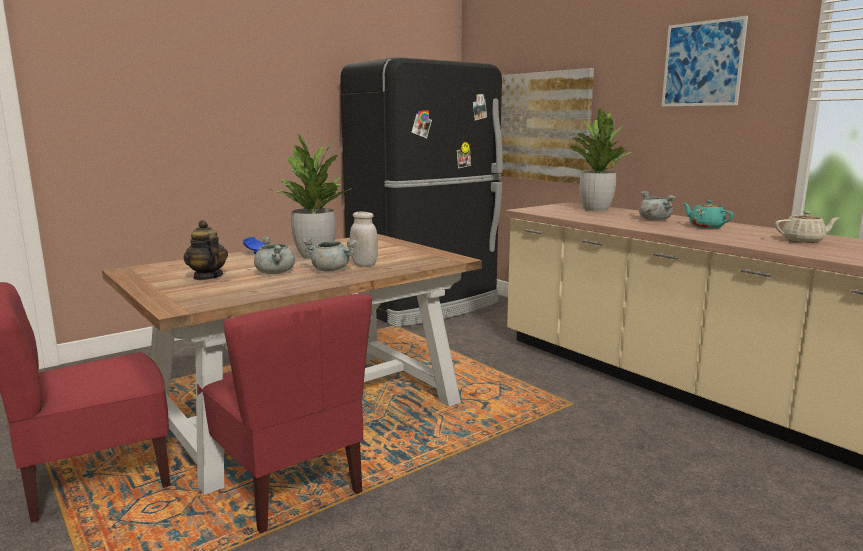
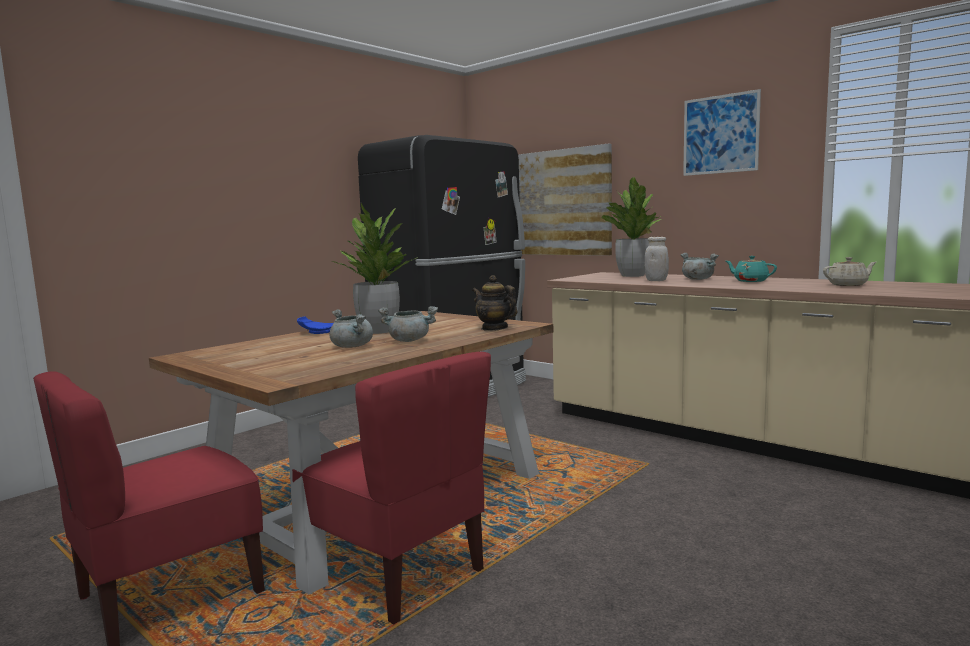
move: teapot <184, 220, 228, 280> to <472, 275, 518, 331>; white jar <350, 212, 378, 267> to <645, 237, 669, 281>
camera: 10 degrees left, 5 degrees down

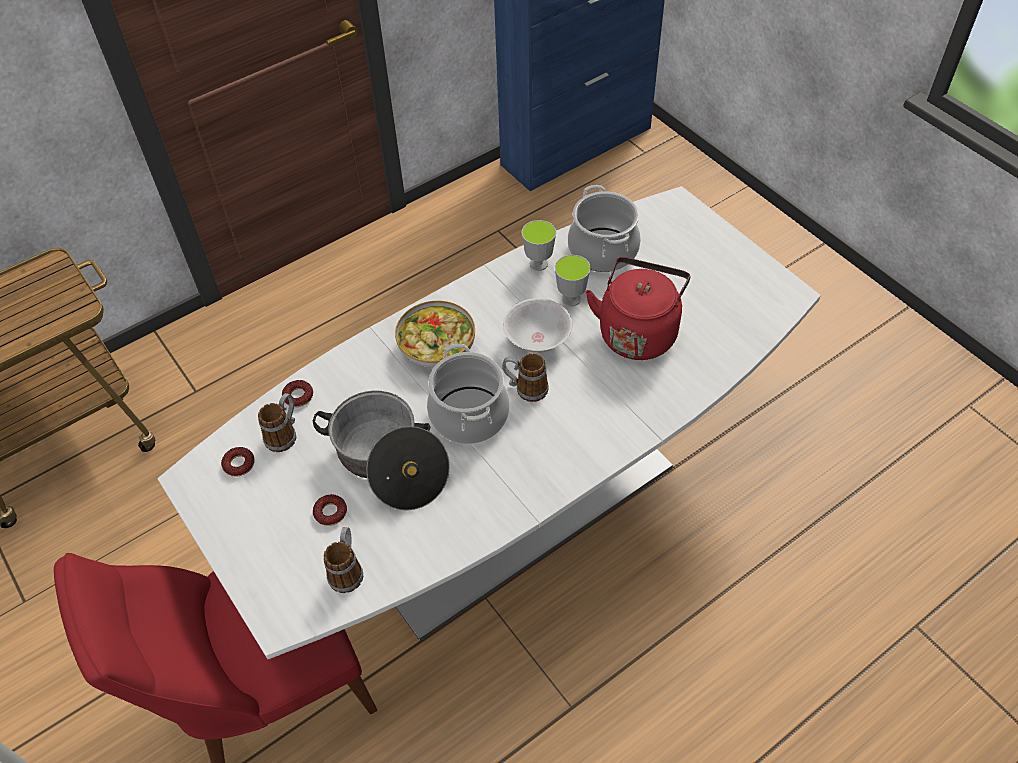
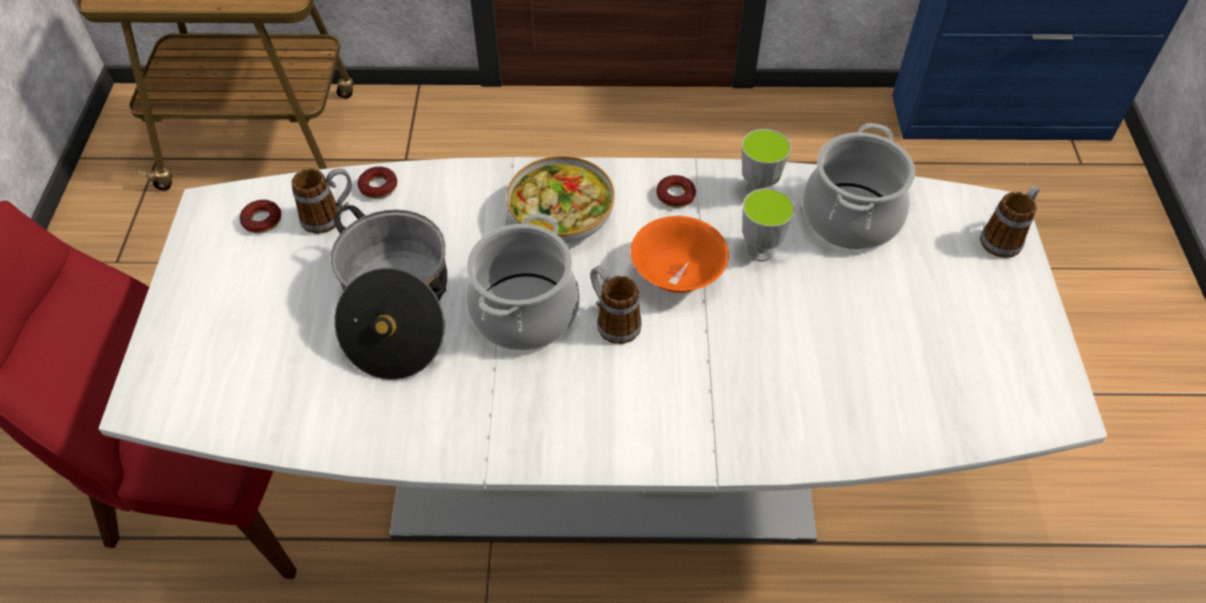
delete: red kettle <585, 257, 690, 360>
move: donut <313, 494, 347, 526> to <656, 175, 696, 208>; mug <324, 527, 363, 593> to <980, 185, 1040, 258>
recolor: white bowl <503, 298, 572, 353> to orange bowl <631, 216, 729, 293>
camera: 35 degrees right, 0 degrees up

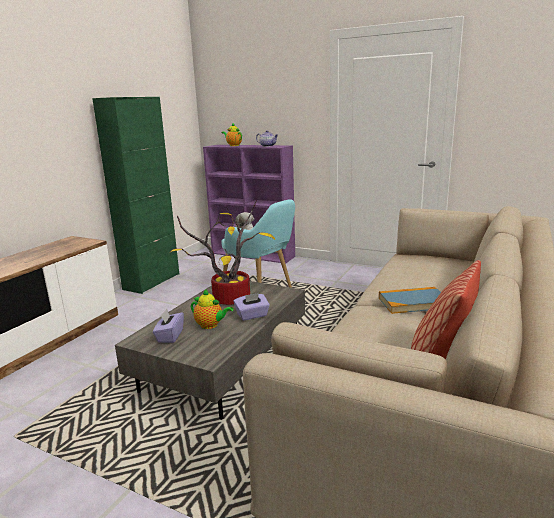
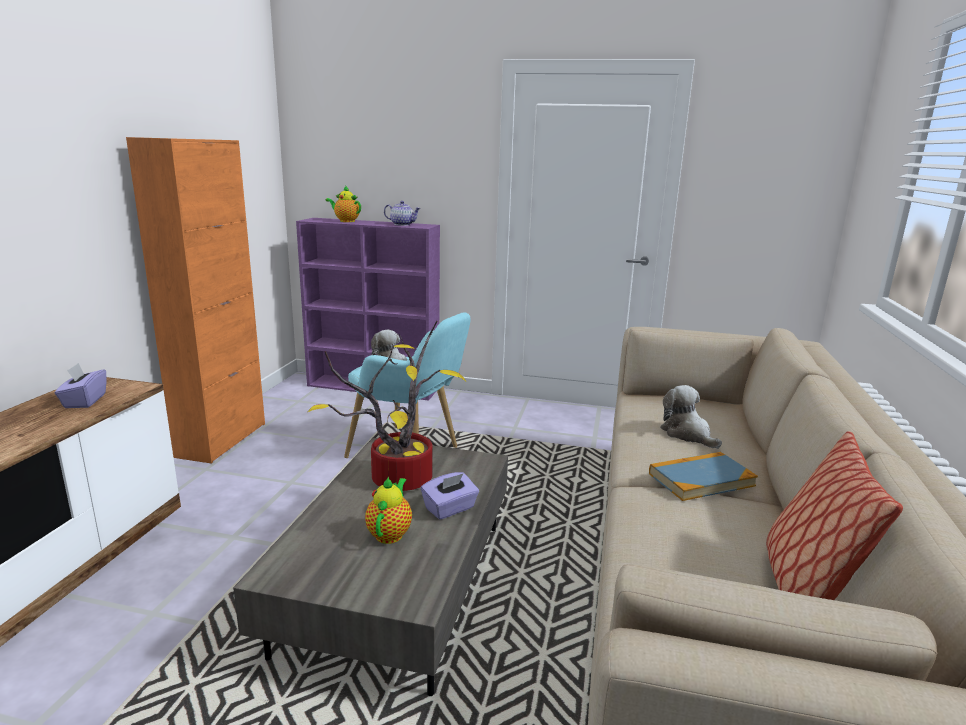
insert: plush toy <660, 385, 722, 449>
move: purple tissue box <153, 309, 184, 343> to <55, 363, 106, 408>
recolor: green cabinet <92, 97, 179, 294> to orange cabinet <126, 137, 265, 464>
rotate: teapot <191, 290, 233, 329> = <365, 477, 412, 544> 90 degrees counterclockwise
camera: 15 degrees left, 0 degrees up

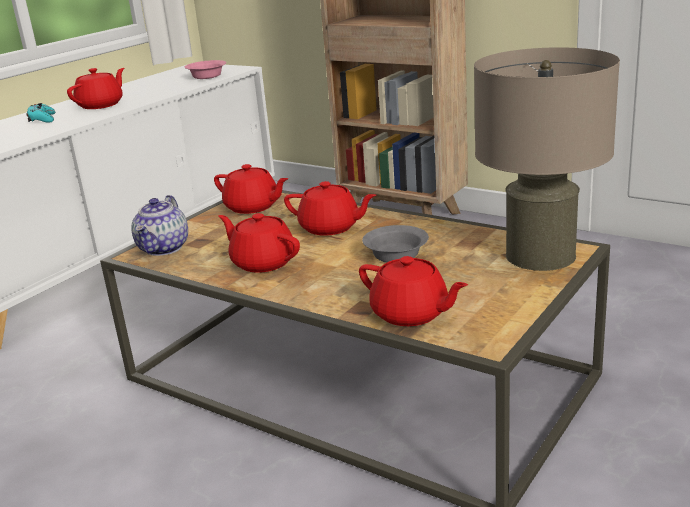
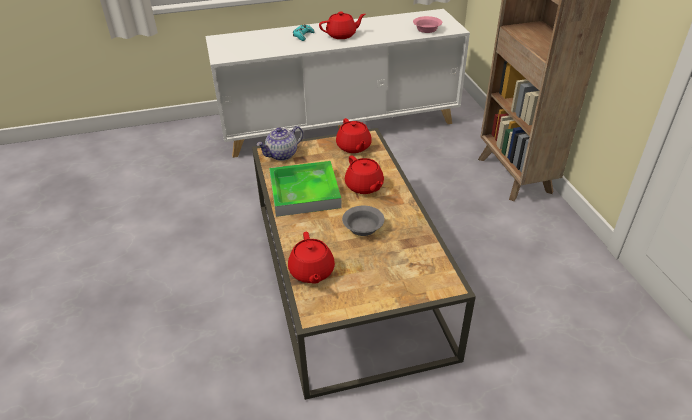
delete: beige table lamp <474, 47, 620, 271>
replace: red teapot <219, 213, 300, 273> to tray <269, 161, 342, 217>
camera: 40 degrees right, 15 degrees up

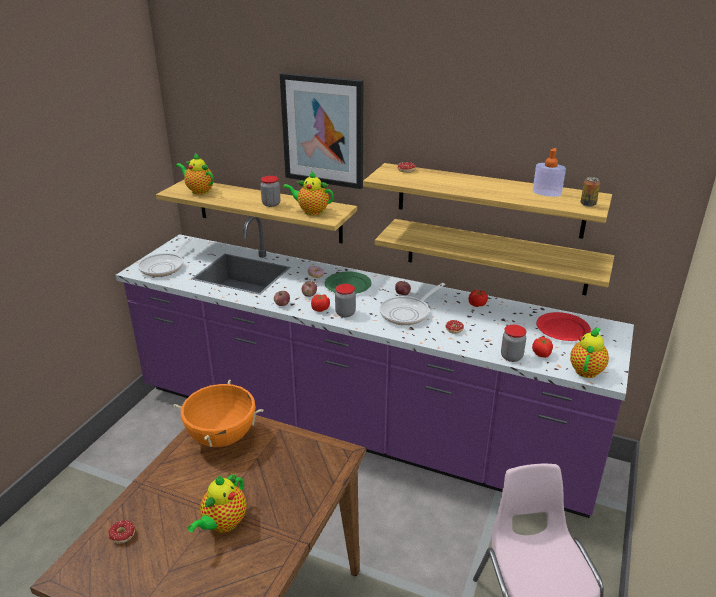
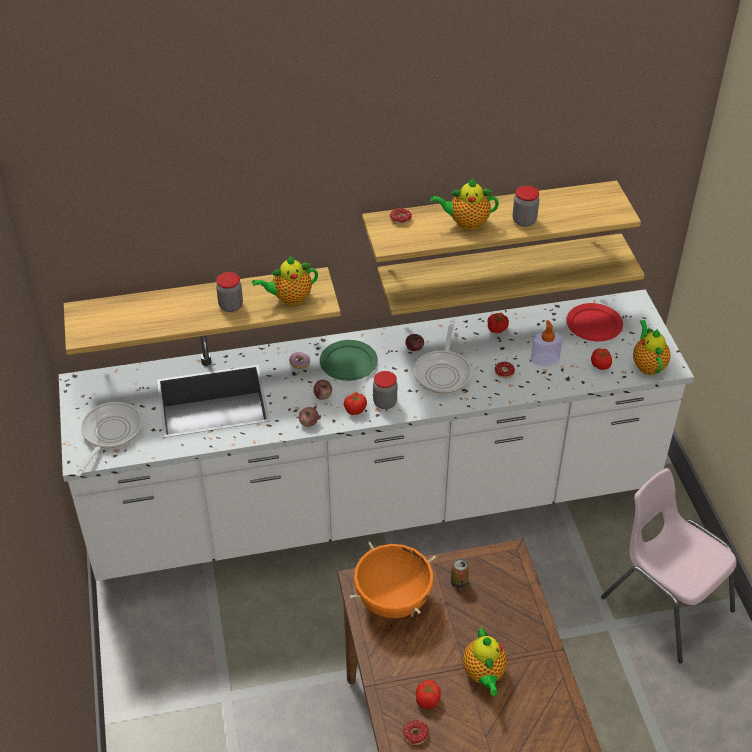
delete: picture <280, 73, 363, 189>
insert: tomato <416, 680, 441, 709>
move: teapot <176, 153, 214, 195> to <430, 178, 499, 230>; can <580, 177, 600, 207> to <451, 558, 469, 588>; jar <501, 325, 526, 362> to <513, 186, 539, 227>; soap dispenser <533, 148, 566, 197> to <531, 320, 563, 366>
recolor: purple counter <116, 216, 634, 518> to white counter <59, 289, 694, 581>
rotate: frying pan <138, 237, 193, 277> = <75, 402, 142, 477> 150 degrees counterclockwise
camera: 35 degrees left, 15 degrees up

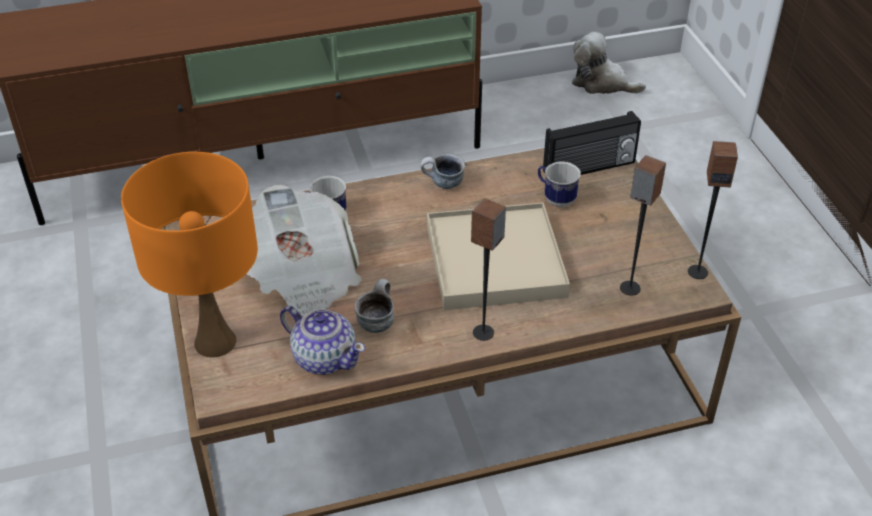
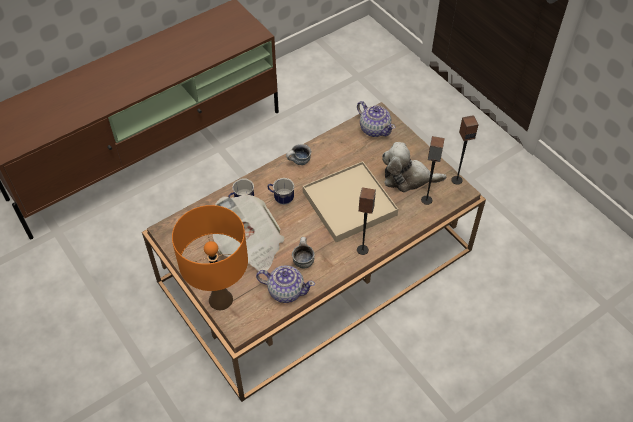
move: mug <538, 162, 581, 207> to <267, 178, 294, 205>; plush toy <572, 32, 646, 94> to <382, 142, 446, 192>
replace: radio <543, 111, 641, 175> to teapot <357, 101, 395, 137>
camera: 20 degrees left, 10 degrees up

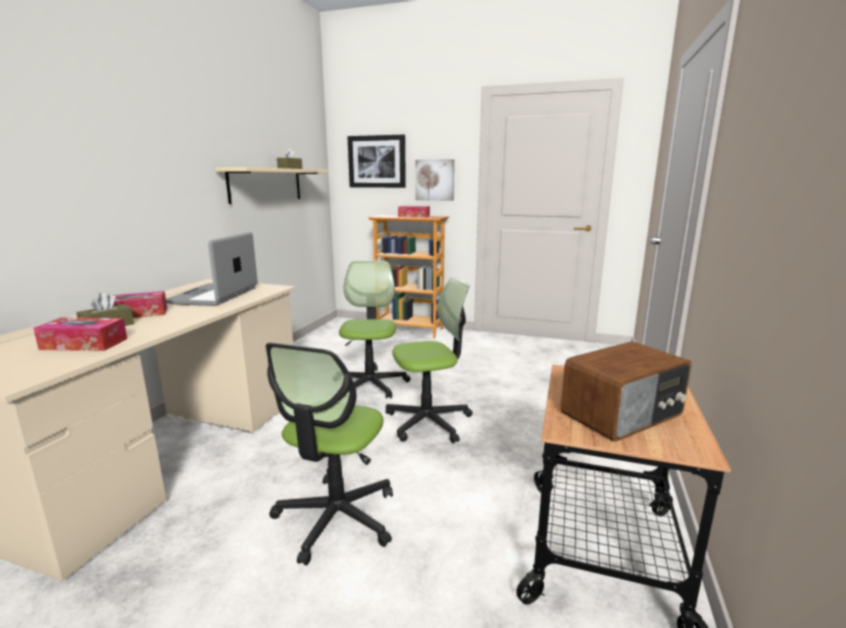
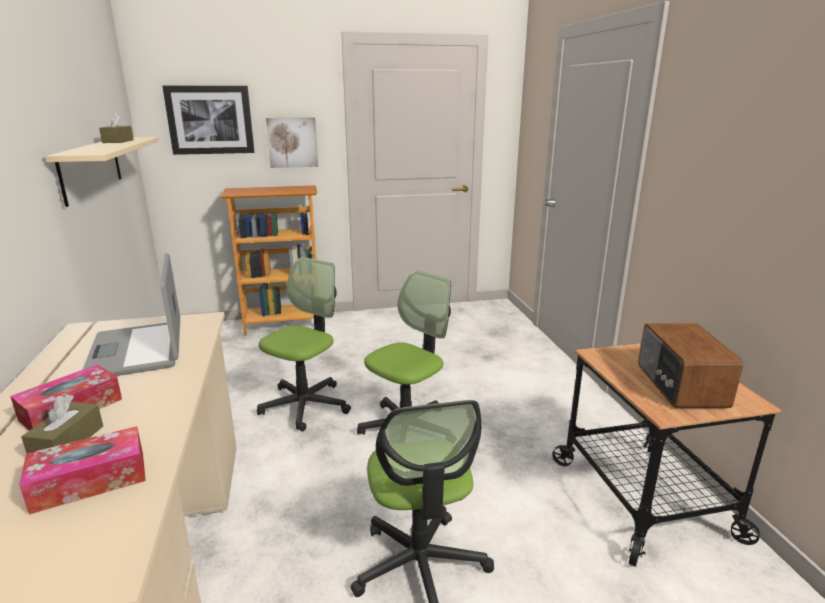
delete: tissue box <398, 206, 430, 217>
rotate: office chair <339, 261, 410, 398> = <257, 257, 351, 431> 60 degrees clockwise; radio <561, 341, 692, 442> = <638, 323, 743, 408> 150 degrees clockwise
camera: 30 degrees left, 5 degrees up

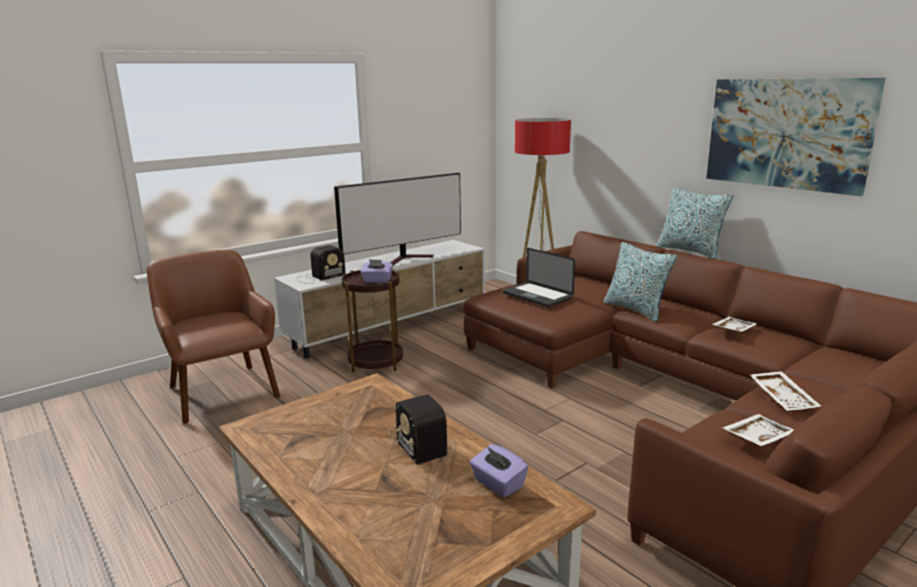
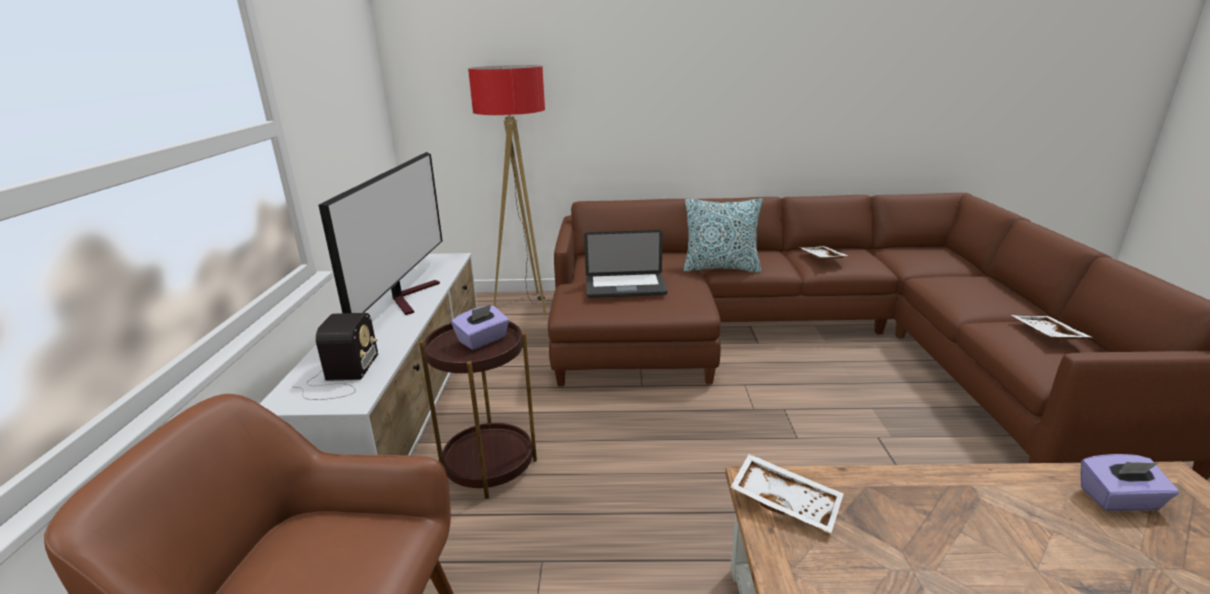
delete: radio <388, 394, 447, 465>; pillow <656, 187, 734, 259>; picture <706, 78, 885, 196>
move: white tray <750, 371, 821, 412> to <731, 454, 844, 534>
camera: 50 degrees left, 5 degrees up

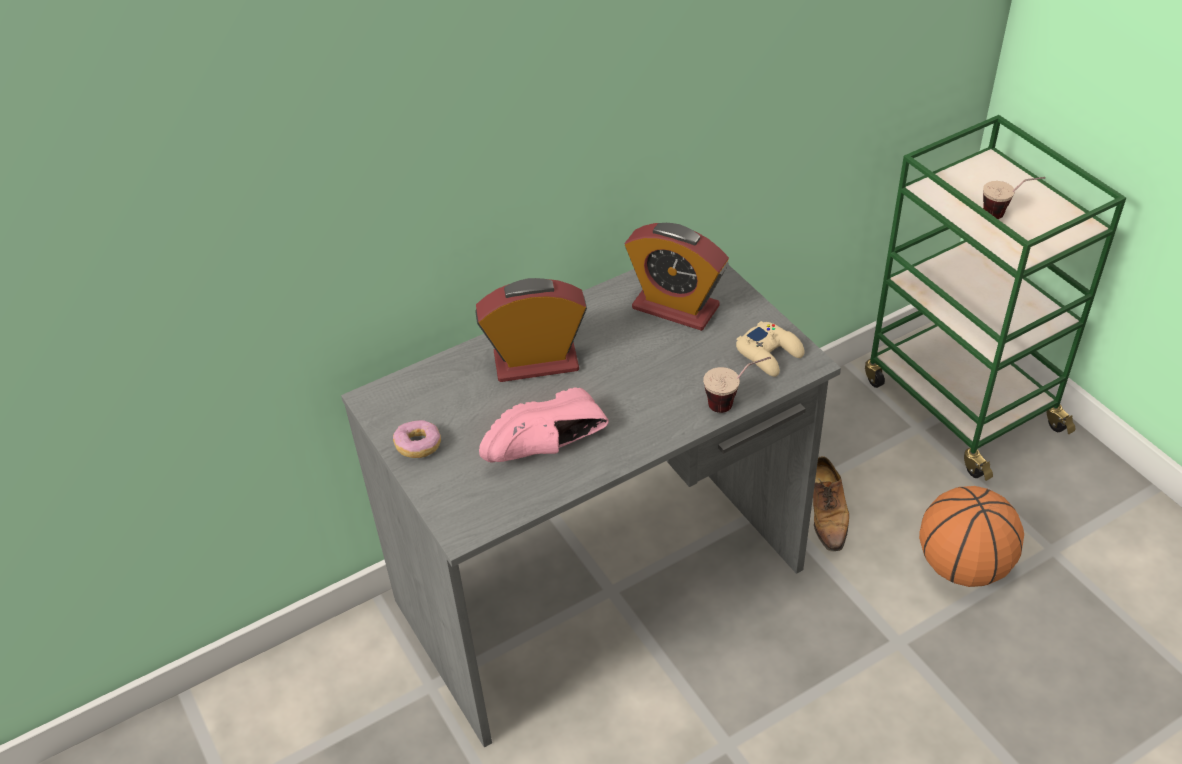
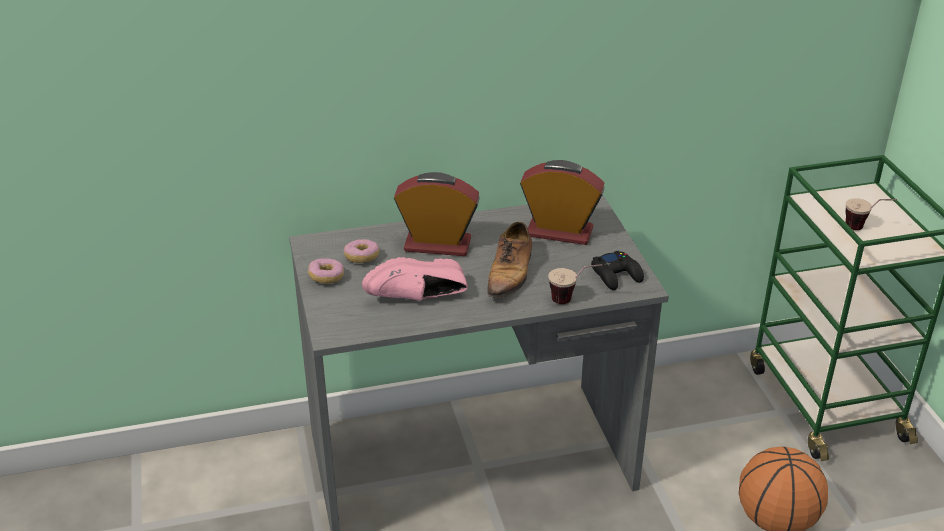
insert: donut <344, 239, 379, 263>
move: shoe <813, 456, 849, 552> to <487, 221, 532, 298>
recolor: beige game controller <736, 321, 804, 377> to black game controller <591, 251, 644, 290>
rotate: alarm clock <625, 223, 729, 331> = <520, 160, 605, 245> 150 degrees clockwise
camera: 15 degrees right, 10 degrees down

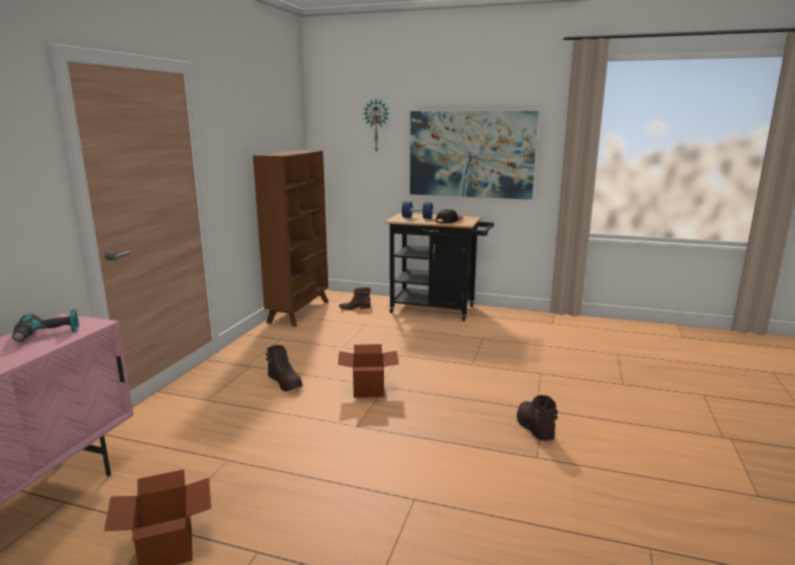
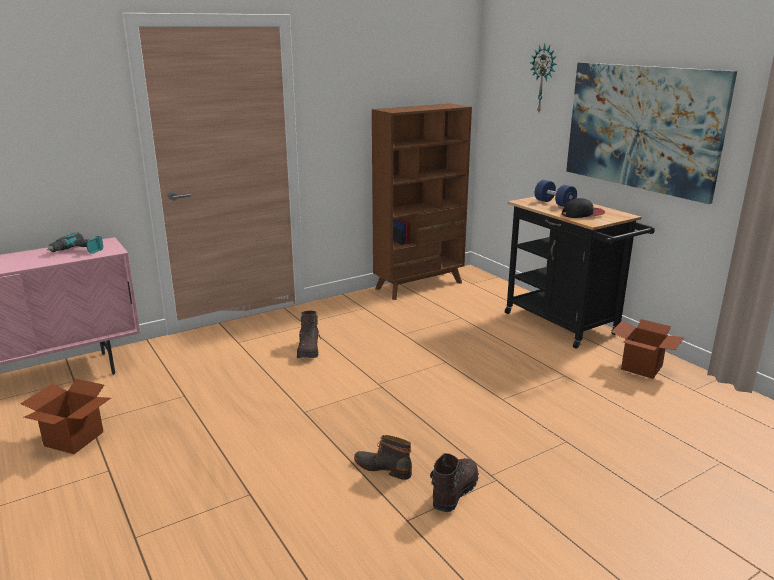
move: boot <339, 287, 371, 310> to <354, 435, 412, 480>; cardboard box <338, 344, 399, 398> to <611, 319, 684, 379>
camera: 40 degrees right, 5 degrees up

